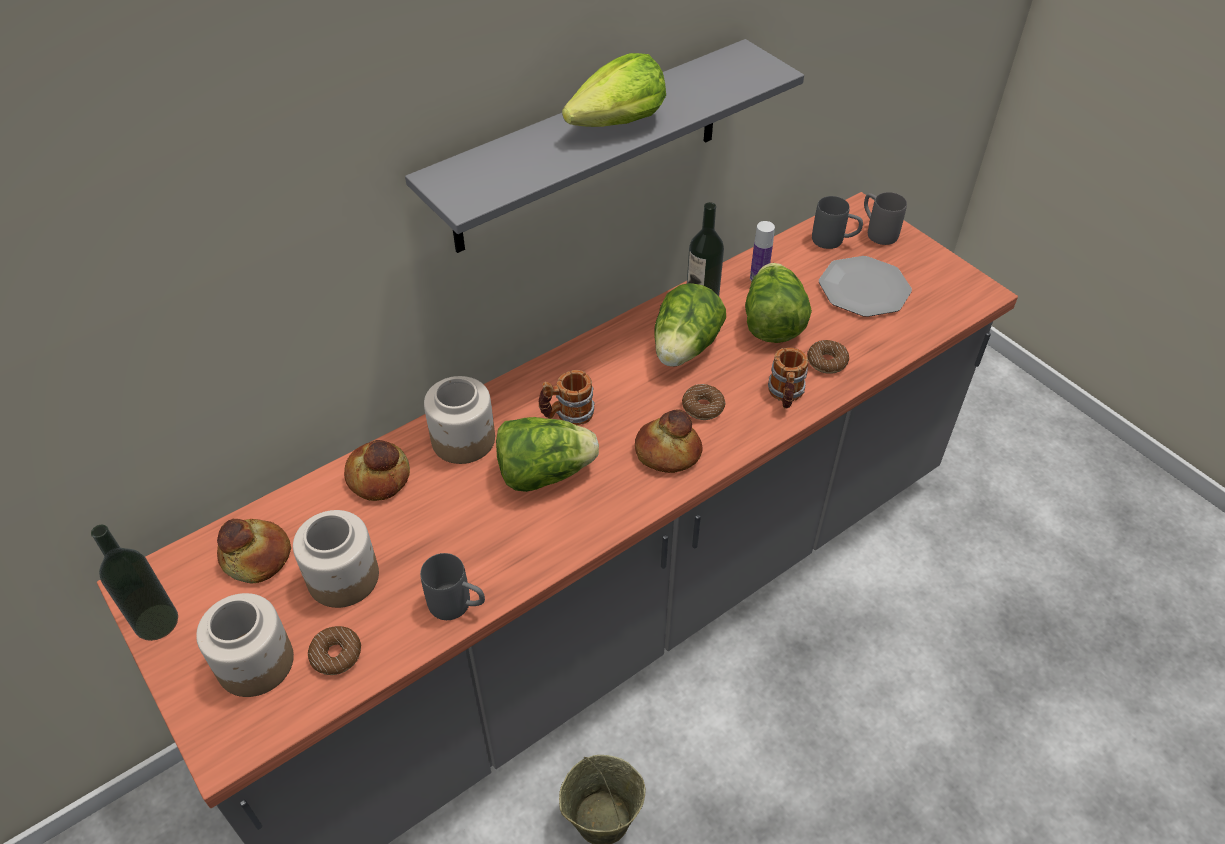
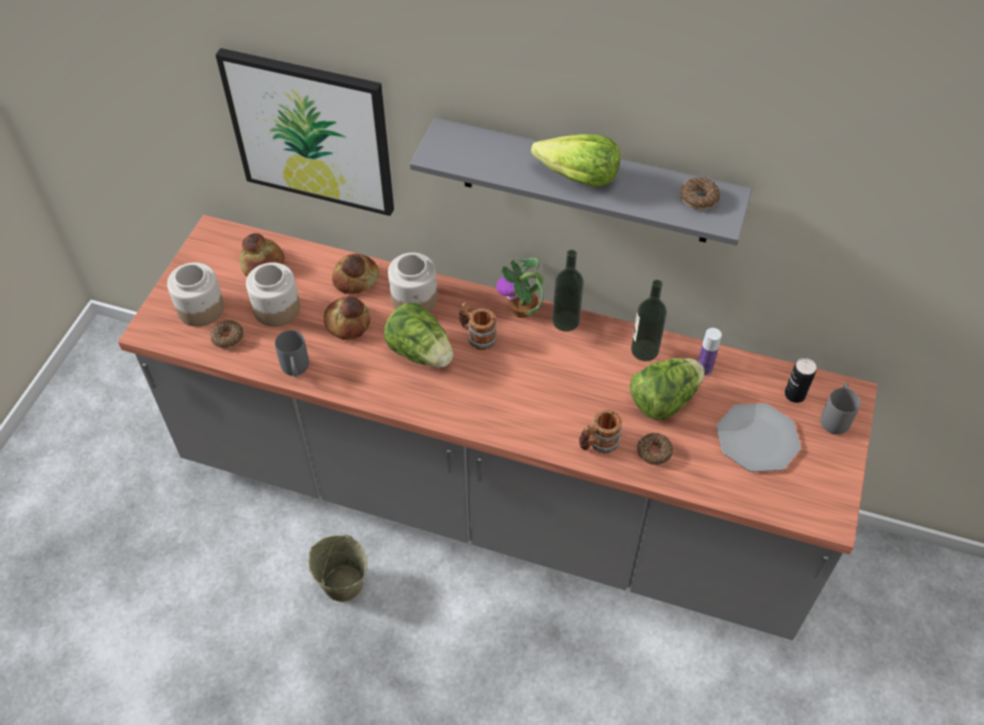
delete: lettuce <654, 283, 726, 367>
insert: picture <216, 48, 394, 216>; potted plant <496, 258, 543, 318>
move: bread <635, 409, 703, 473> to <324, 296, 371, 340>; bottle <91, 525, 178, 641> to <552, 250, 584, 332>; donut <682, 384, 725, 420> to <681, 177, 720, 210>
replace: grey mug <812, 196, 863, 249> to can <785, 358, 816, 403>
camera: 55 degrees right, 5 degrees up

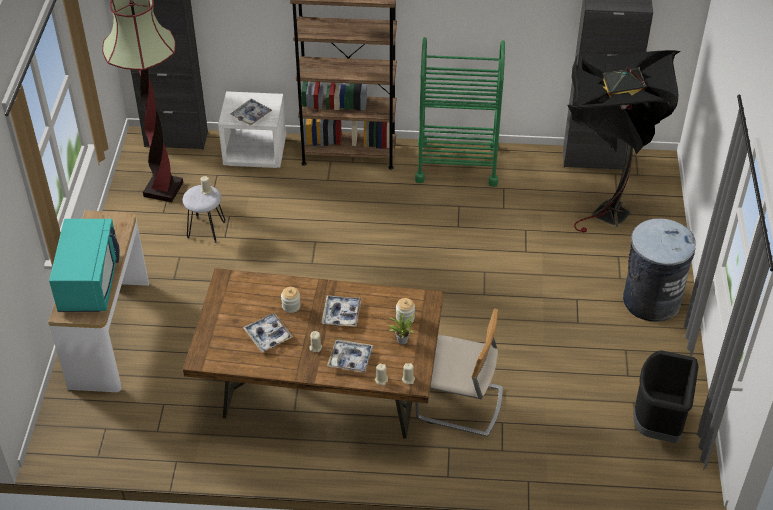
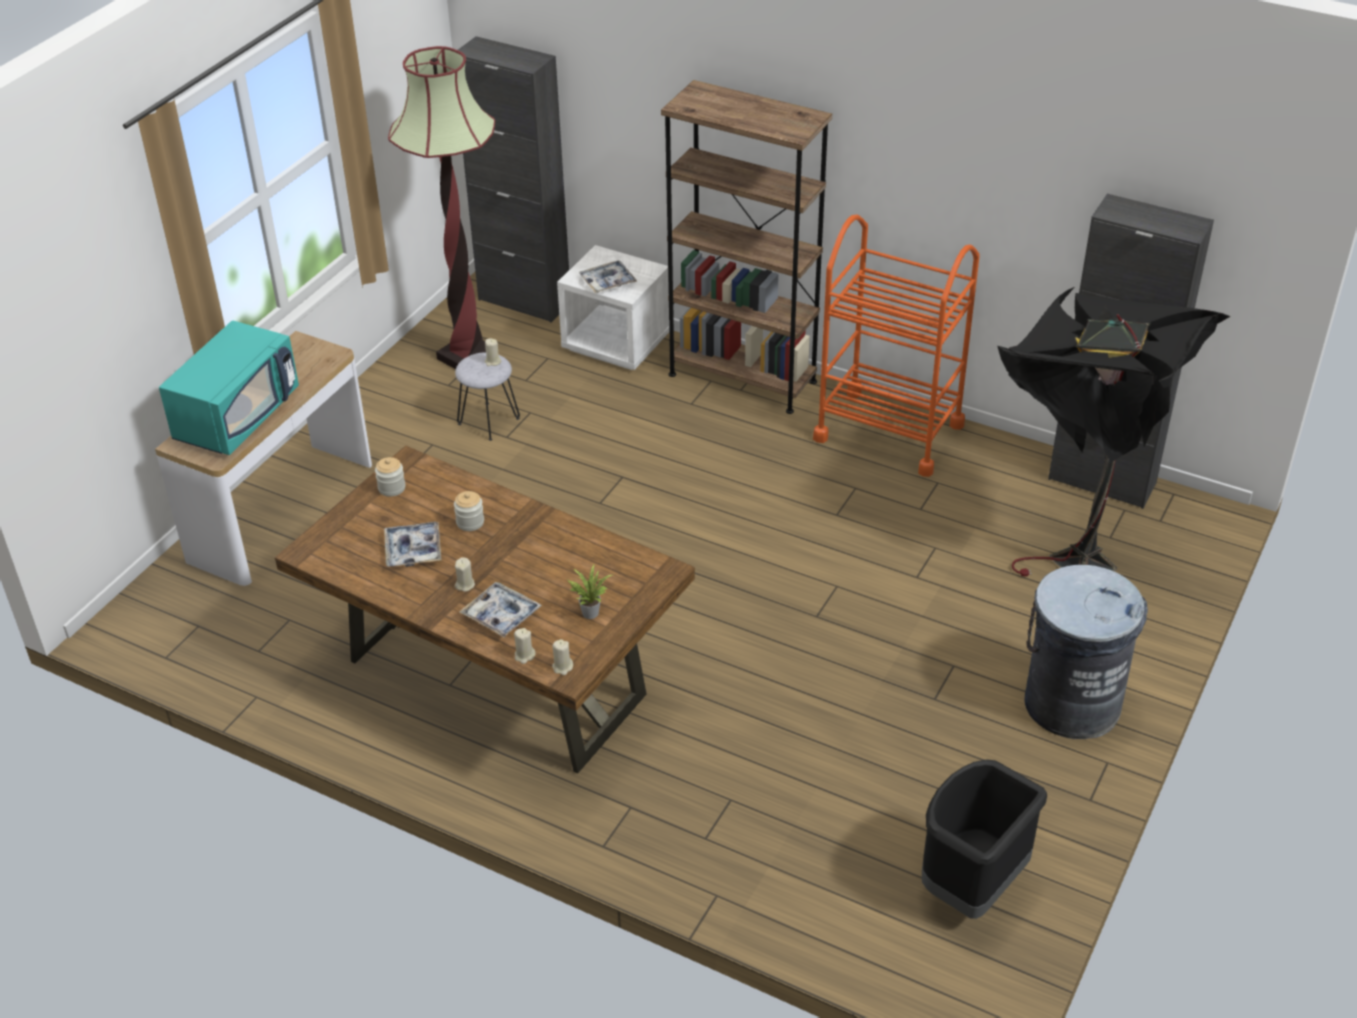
delete: tray <322, 295, 362, 327>; beige chair <415, 309, 503, 437>
move: jar <396, 298, 415, 325> to <375, 457, 405, 497>
recolor: green cart <415, 37, 505, 187> to orange cart <813, 215, 980, 477>
camera: 25 degrees right, 5 degrees down

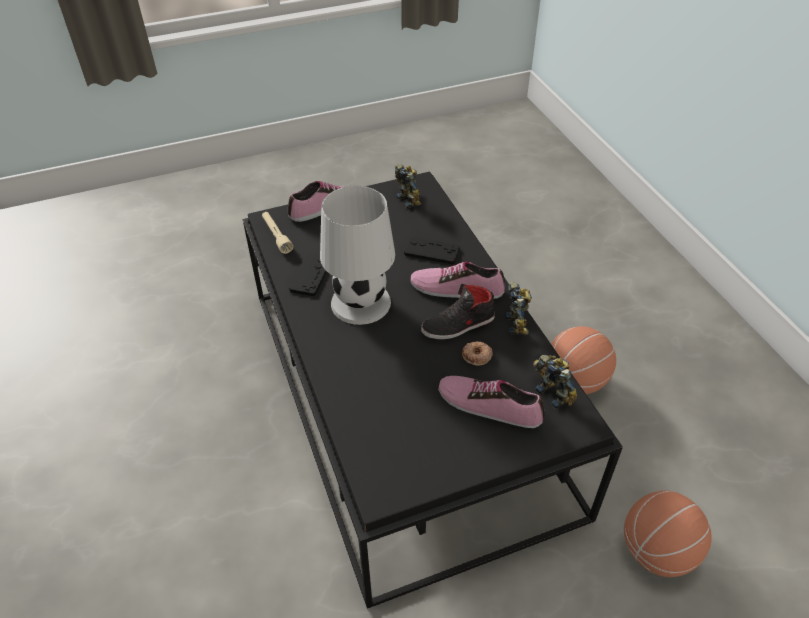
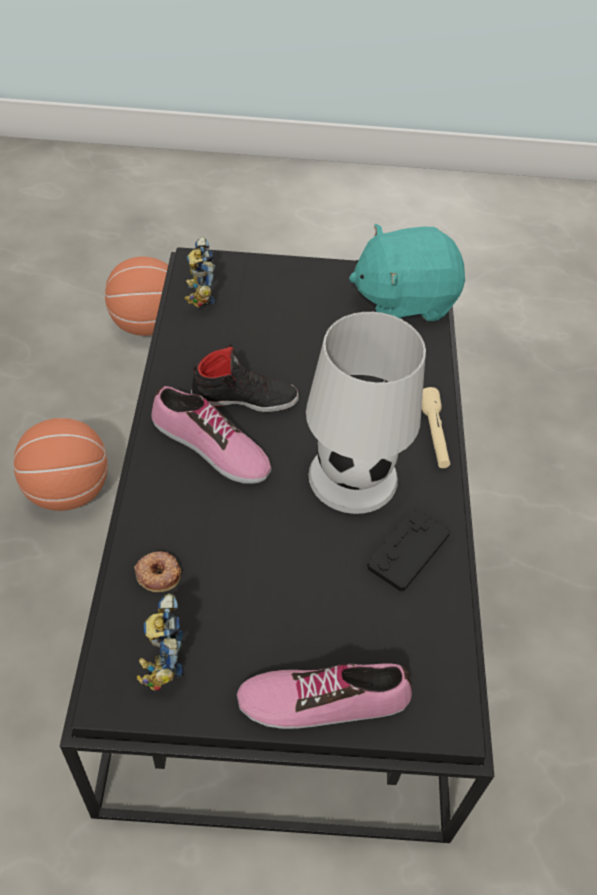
delete: black game controller <404, 237, 460, 264>; shoe <438, 376, 544, 428>; toy robot <505, 282, 532, 335>
insert: turquoise plush toy <349, 224, 465, 321>
move: donut <462, 341, 493, 366> to <134, 551, 181, 592>; beige flashlight <262, 212, 293, 254> to <422, 387, 450, 468>
camera: 160 degrees left, 5 degrees up

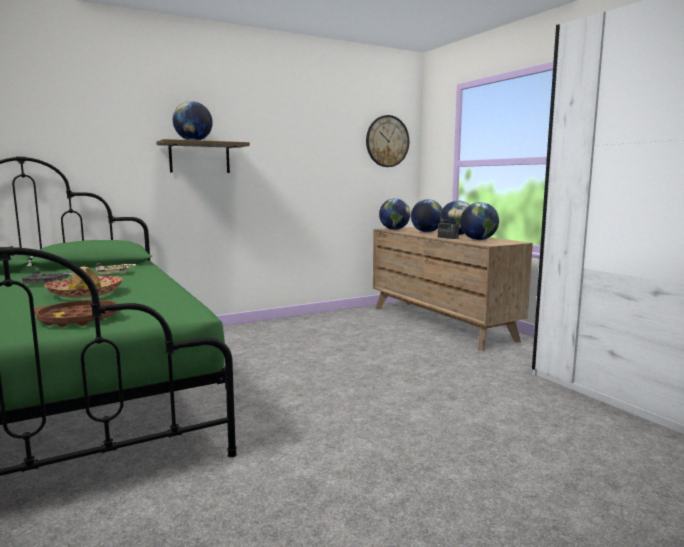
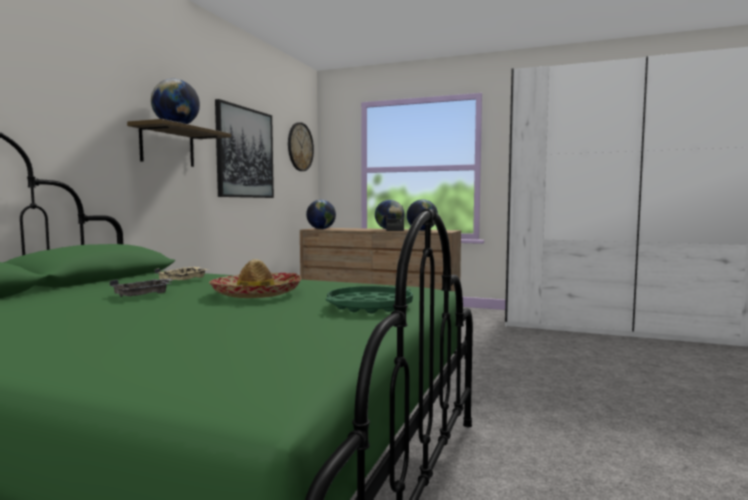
delete: globe <411, 199, 442, 232>
insert: picture <215, 99, 274, 198>
recolor: brown tray <34, 300, 121, 327> to green tray <326, 286, 413, 314>
camera: 40 degrees left, 5 degrees down

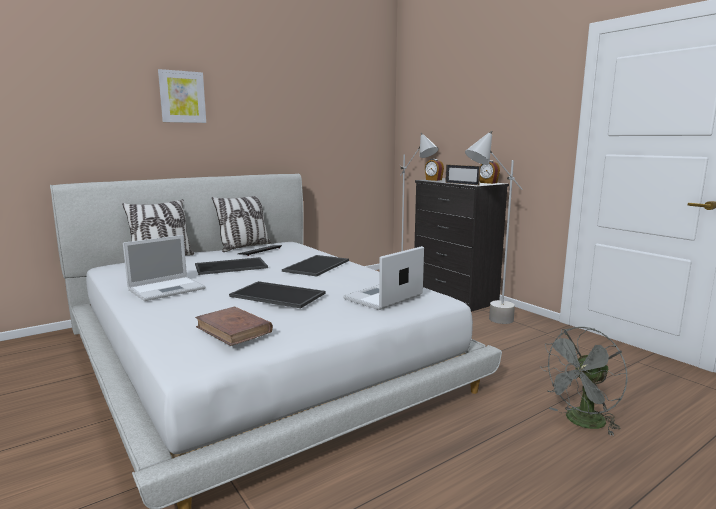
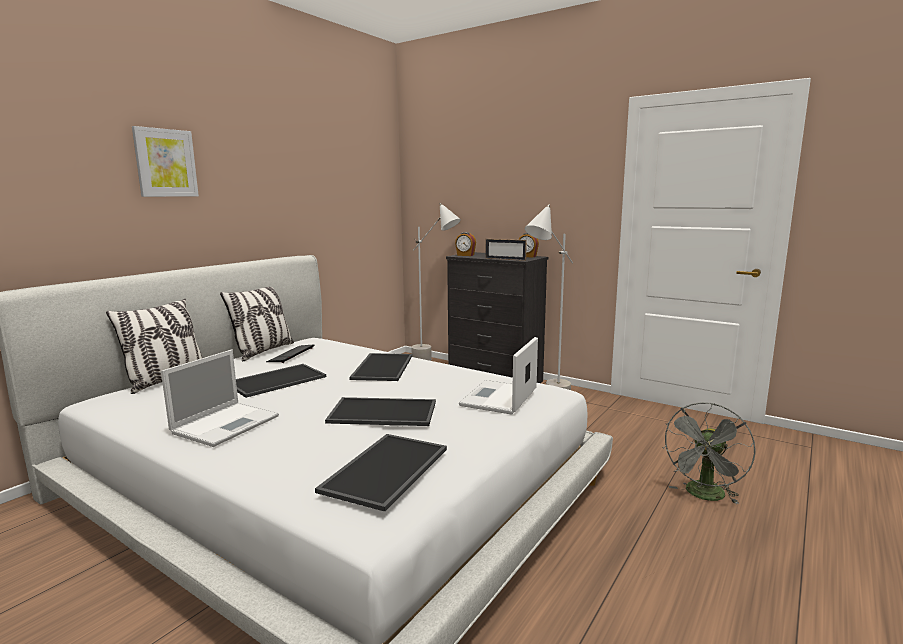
replace: brown book <195, 306, 273, 346> to tray <315, 434, 447, 512>
camera: 20 degrees left, 0 degrees up

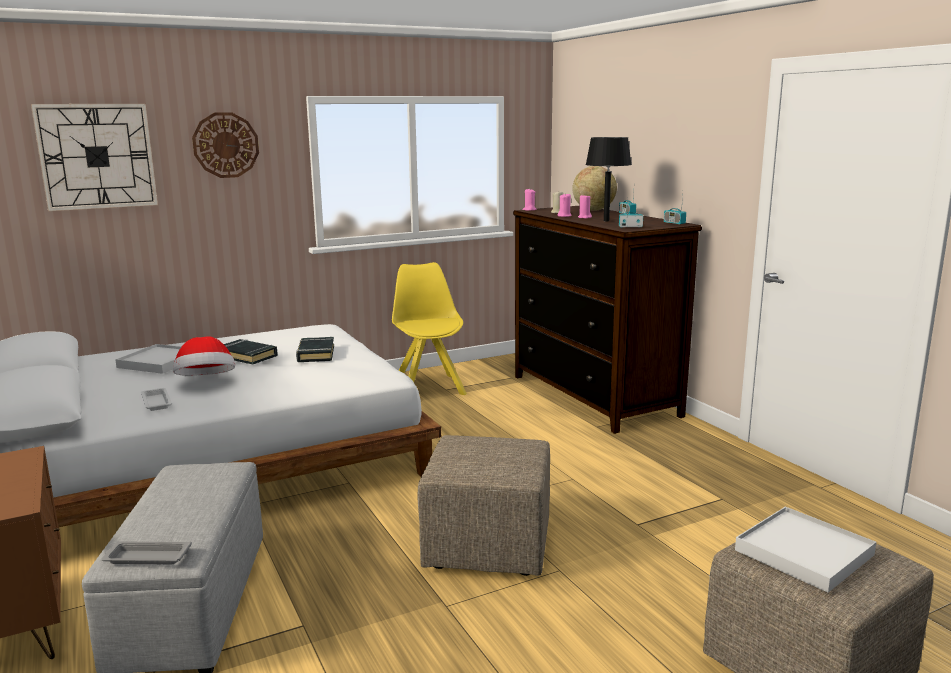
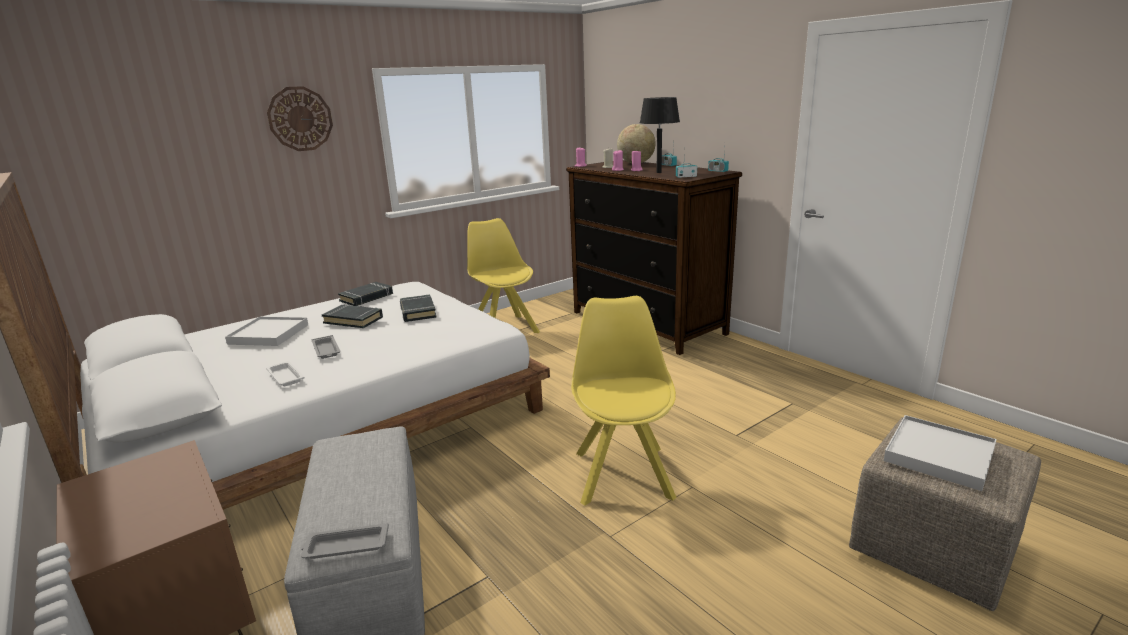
delete: wall clock <31, 104, 158, 211>
insert: black book <338, 282, 393, 306>
replace: hat <173, 336, 235, 376> to grey tray <312, 335, 340, 359>; beige ottoman <417, 435, 550, 576> to yellow chair <571, 296, 676, 506>
camera: 10 degrees left, 5 degrees up

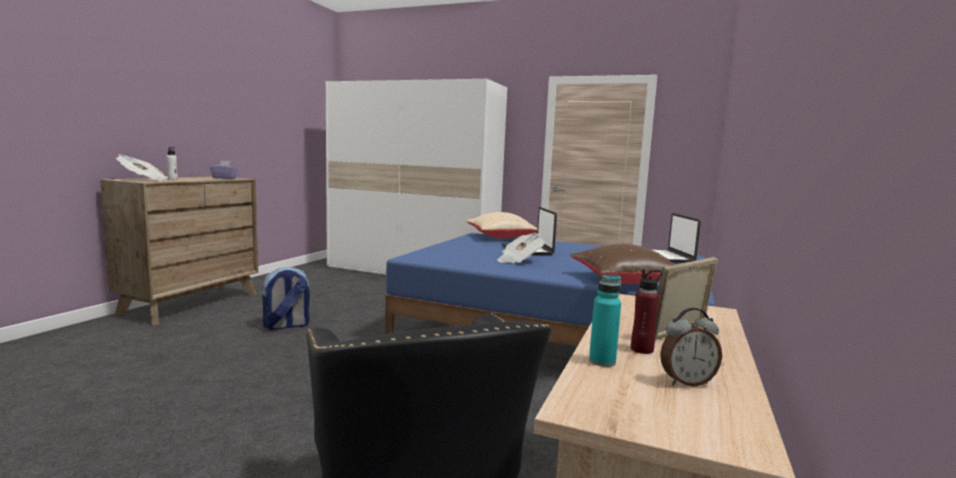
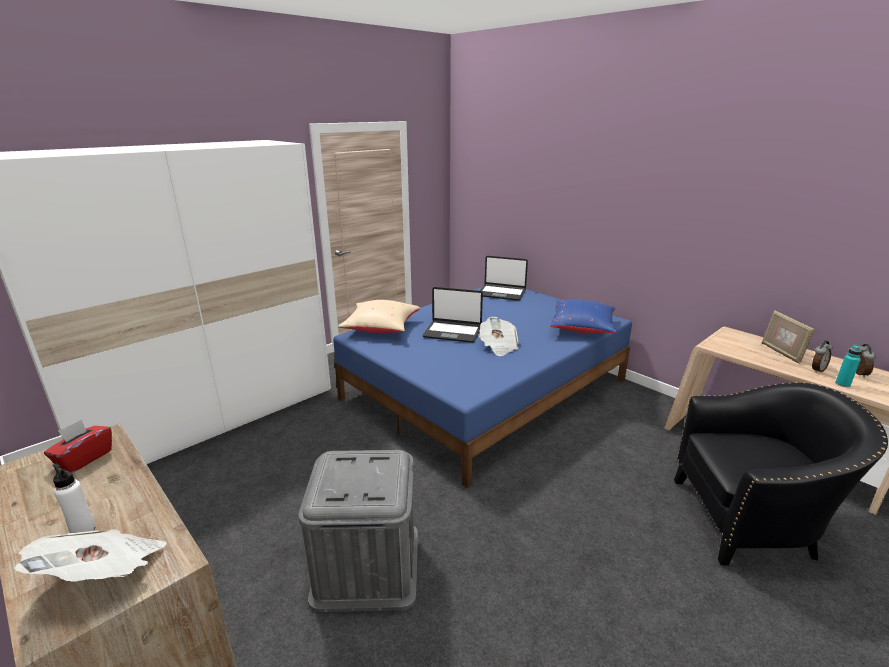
replace: backpack <262, 267, 310, 330> to grey storage box <298, 450, 418, 612>; red bottle <631, 269, 662, 354> to alarm clock <812, 341, 833, 373>
recolor: purple tissue box <210, 161, 238, 179> to red tissue box <44, 419, 112, 473>; brown pillow <570, 244, 675, 284> to blue pillow <550, 300, 617, 334>
camera: 65 degrees left, 15 degrees up

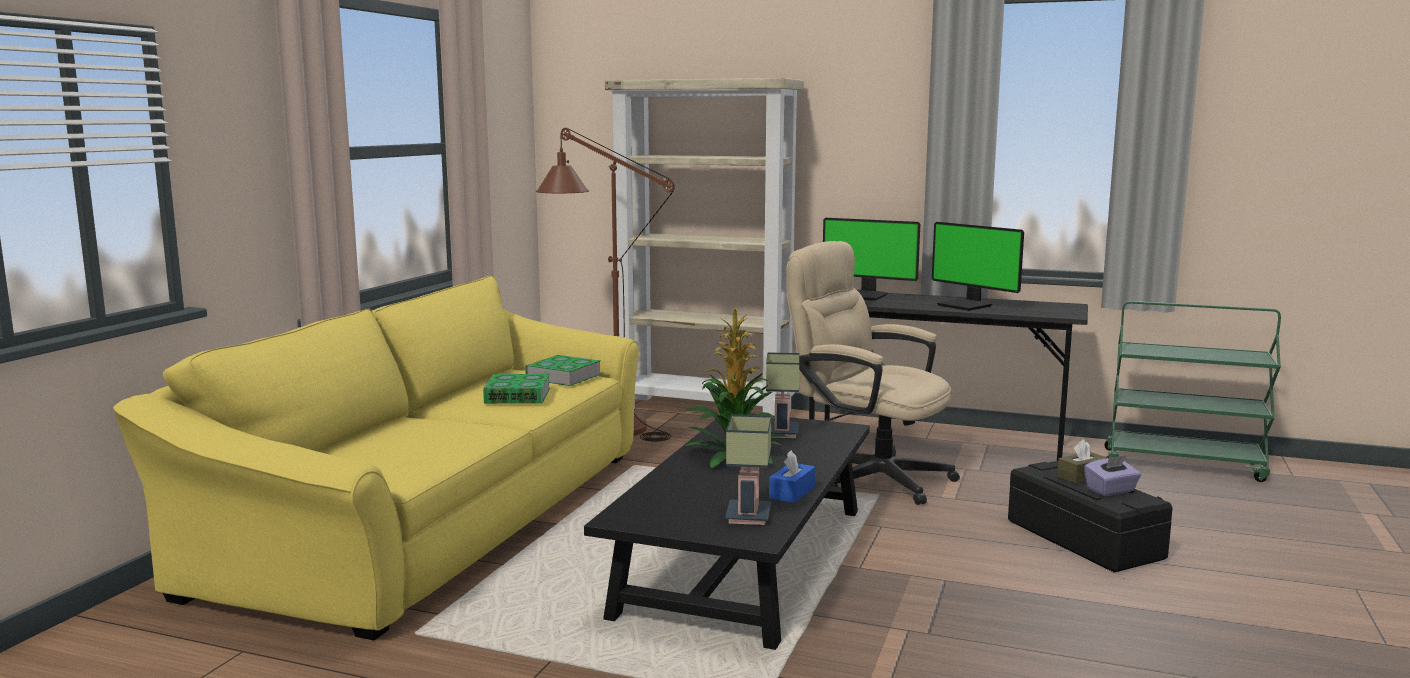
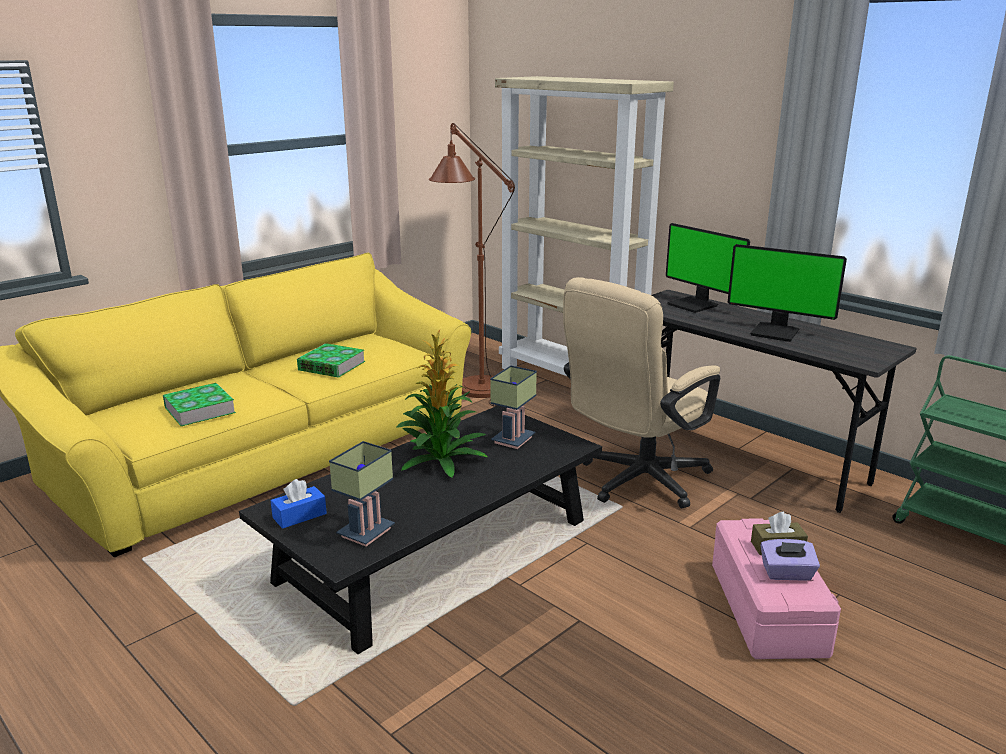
move: book <525, 355, 601, 386> to <163, 383, 236, 426>; blue tissue box <769, 450, 815, 503> to <271, 479, 327, 529>
recolor: black storage box <1008, 461, 1173, 573> to pink storage box <712, 519, 841, 659>
rotate: beige office chair <786, 241, 960, 505> = <563, 277, 720, 509> 105 degrees counterclockwise; monitor <932, 222, 1024, 311> = <728, 244, 847, 342> 45 degrees counterclockwise
camera: 25 degrees right, 10 degrees up

